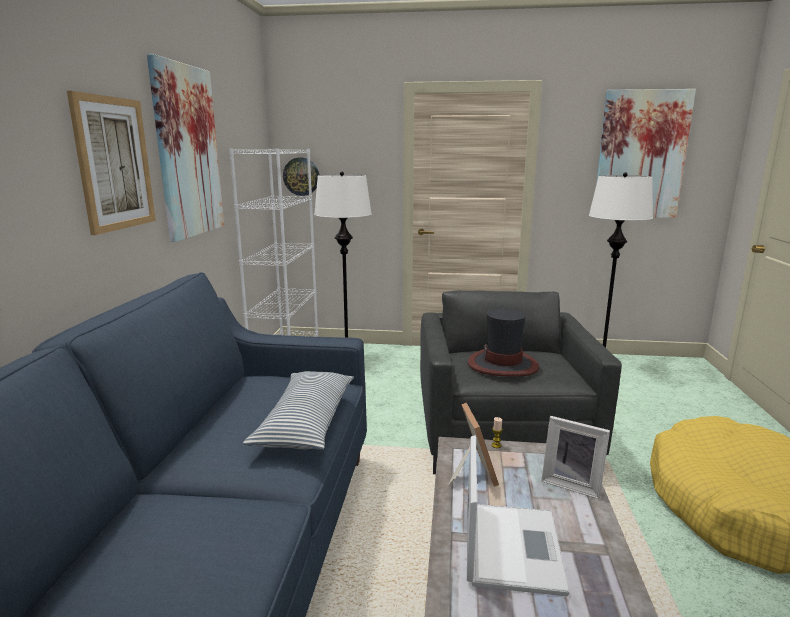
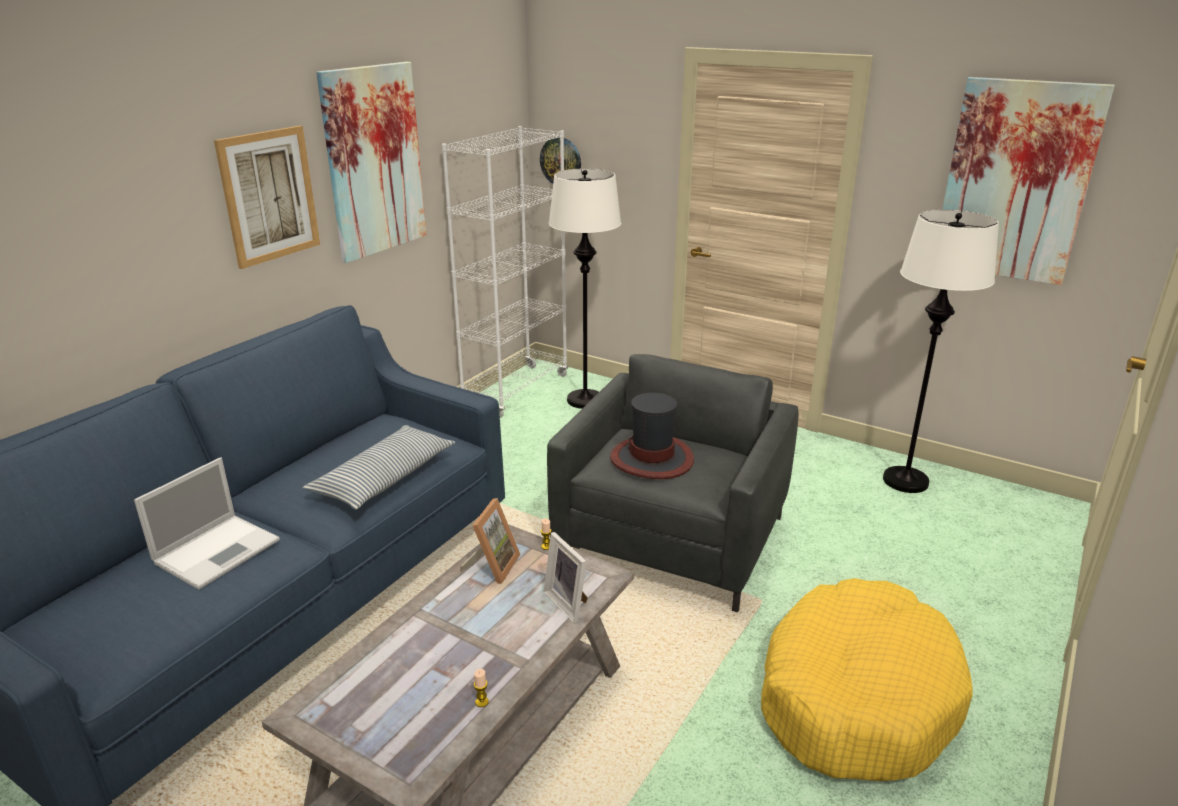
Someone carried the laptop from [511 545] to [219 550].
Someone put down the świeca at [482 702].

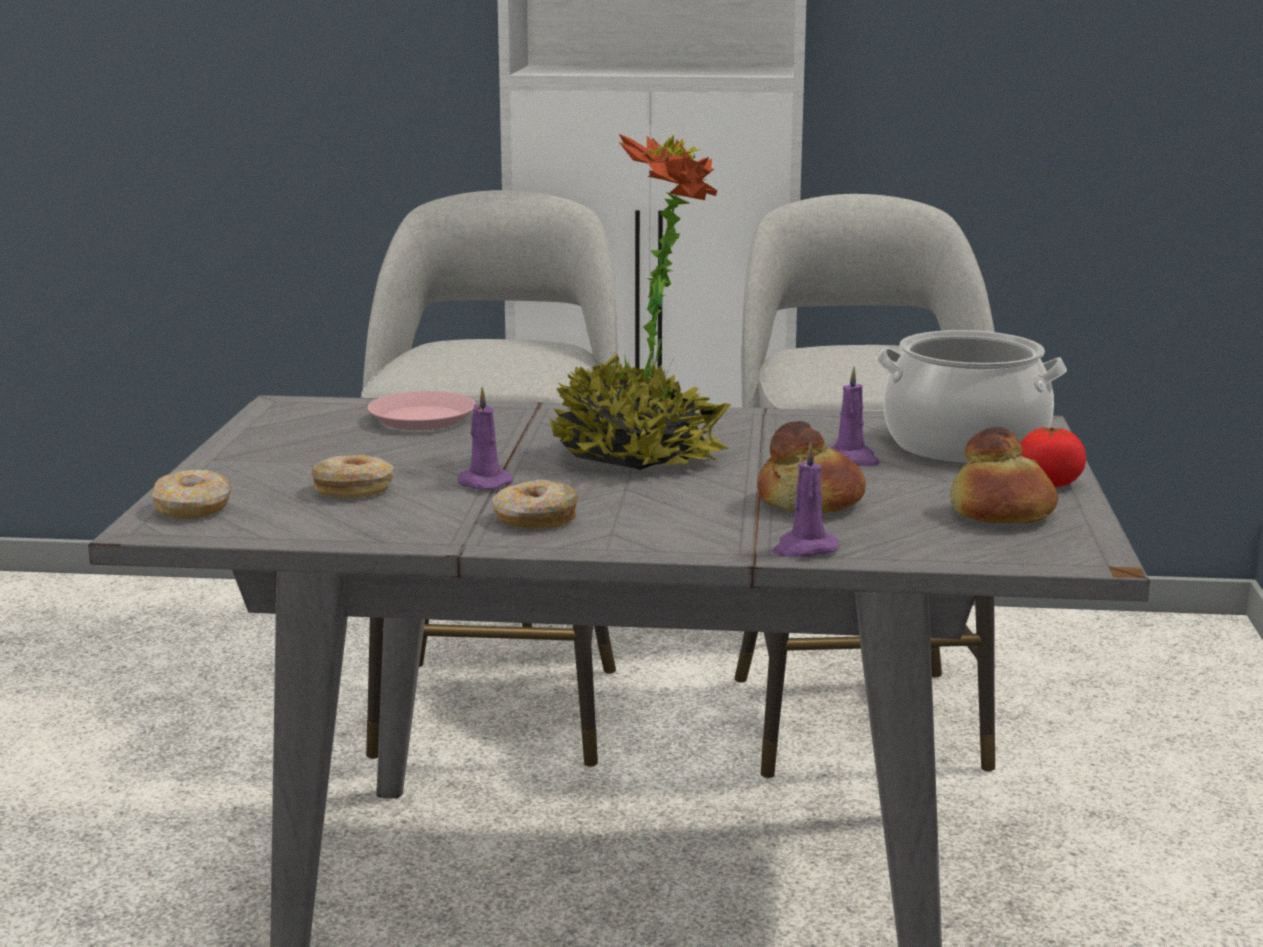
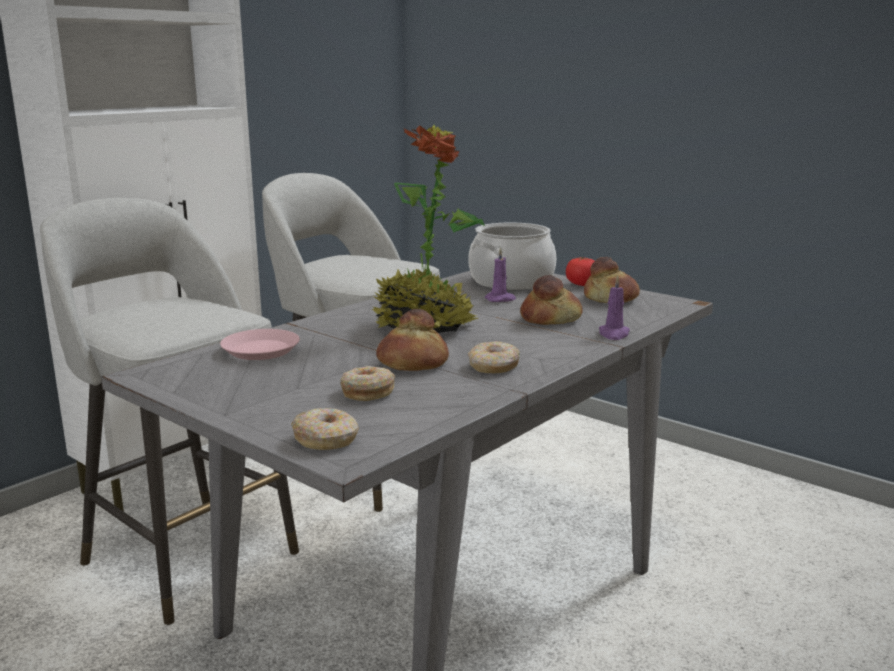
Someone swapped the świeca (fioletowy) at [482 483] for the chleb at [412 363].

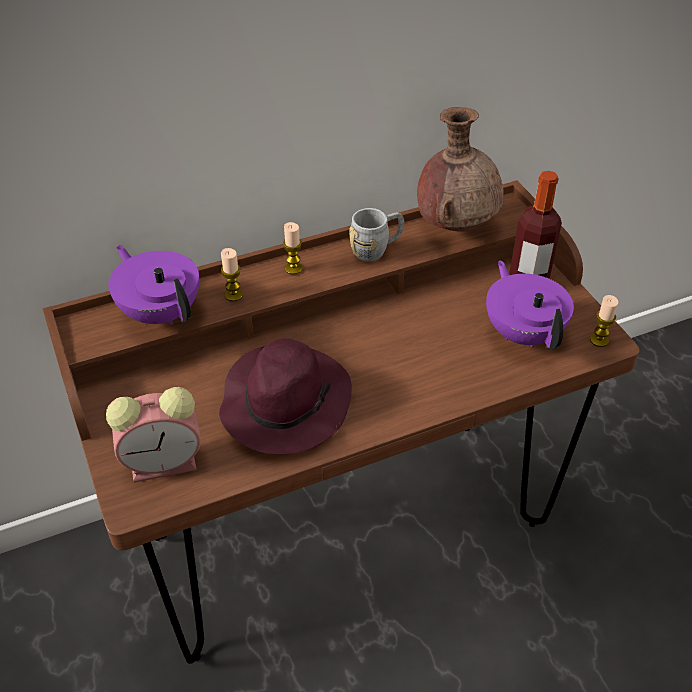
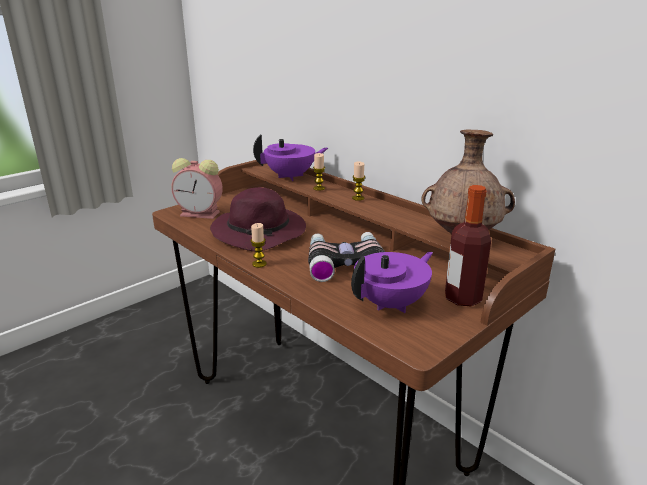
Someone rotated the budzik at [166 462] by 45 degrees counterclockwise.
Someone rotated the imbryk (fioletowy) at [161 312] by 45 degrees clockwise.
Someone took away the kubek (szary) at [376 249].
Someone carried the świeca from [599 340] to [259 264].
Someone put down the lornetka at [345 263].

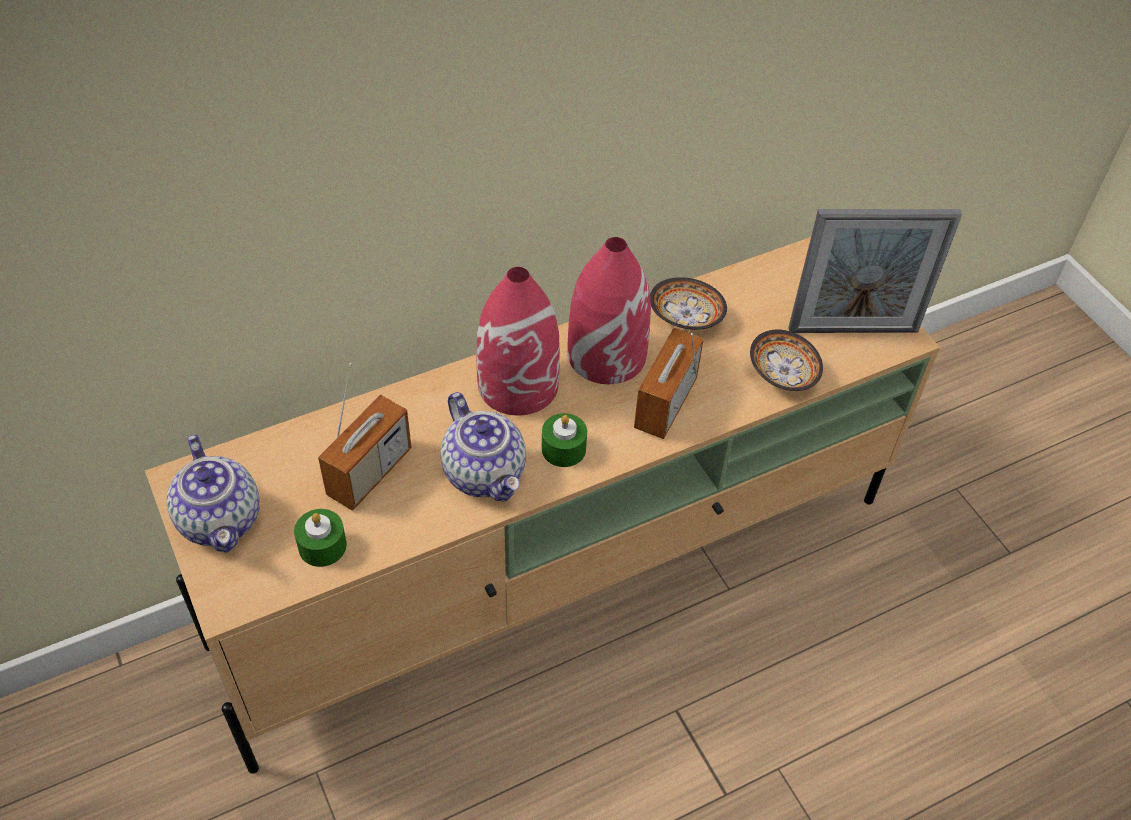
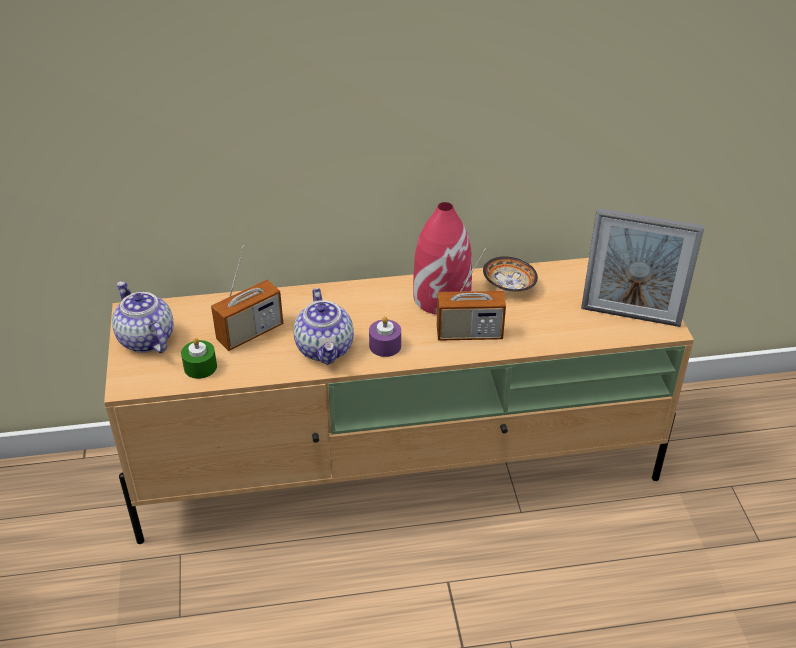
Someone rotated the imbryk at [221 520] by 150 degrees clockwise.
Someone took away the wazon (czerwony) at [518 384].
Someone repainted the świeca (zielony) at [563 449], which became the świeca (fioletowy) at [385 345].
Someone rotated the radio at [665 403] by 135 degrees counterclockwise.
Someone took away the miska at [782 374].

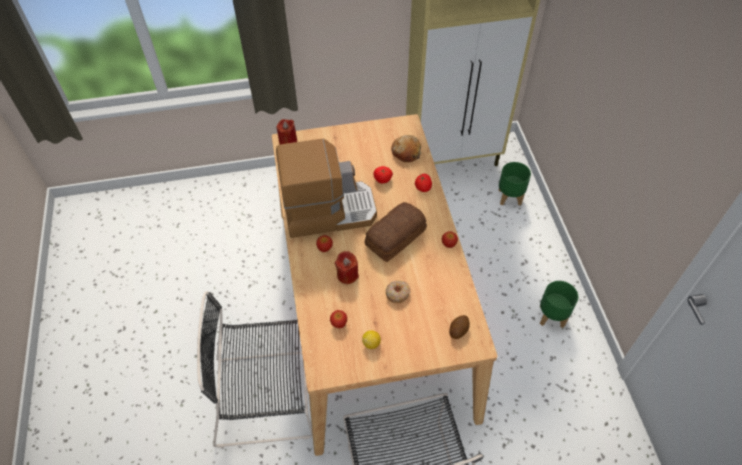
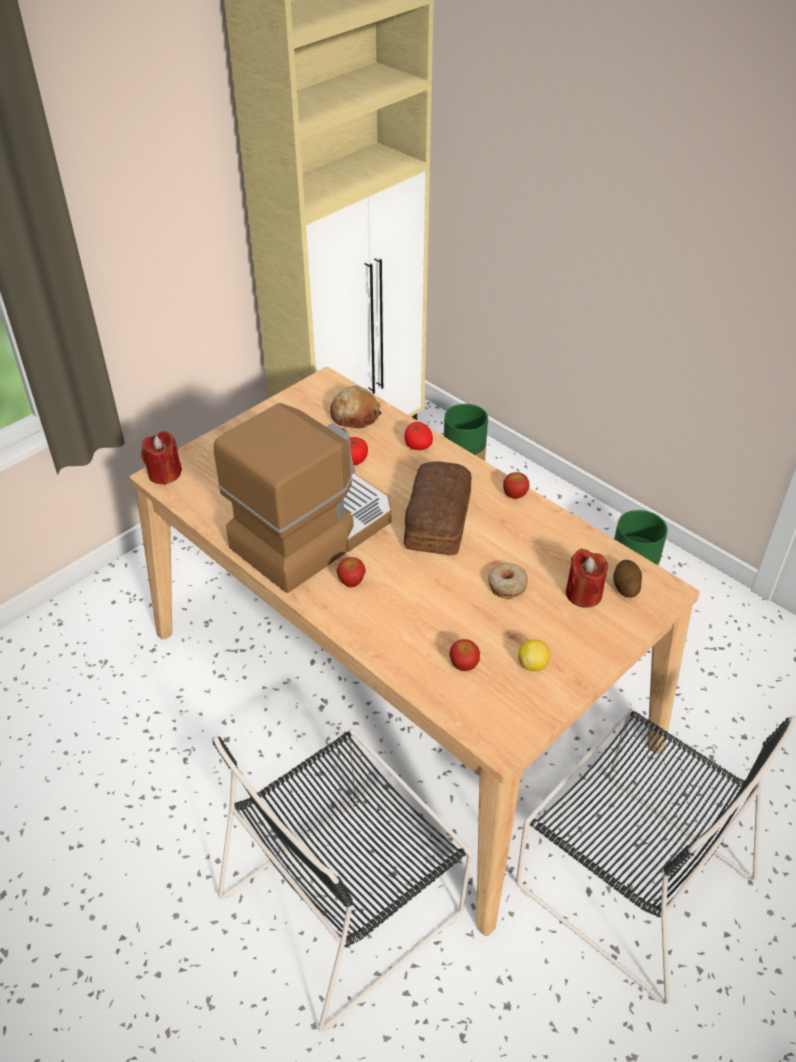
Someone carried the świeca (czerwony) from [347 275] to [583 594].

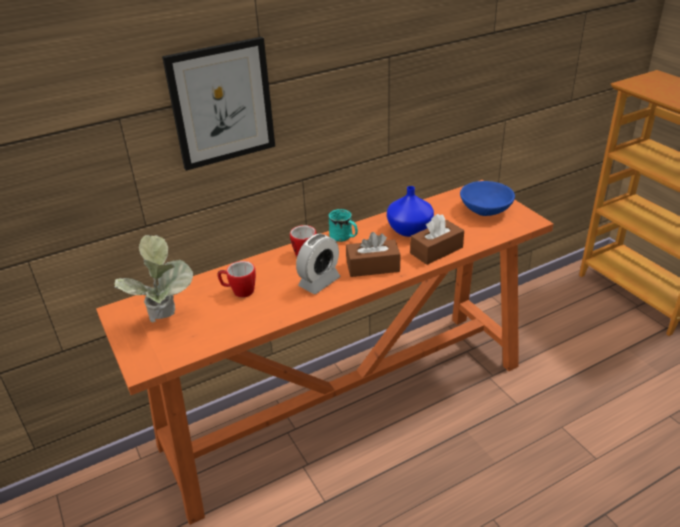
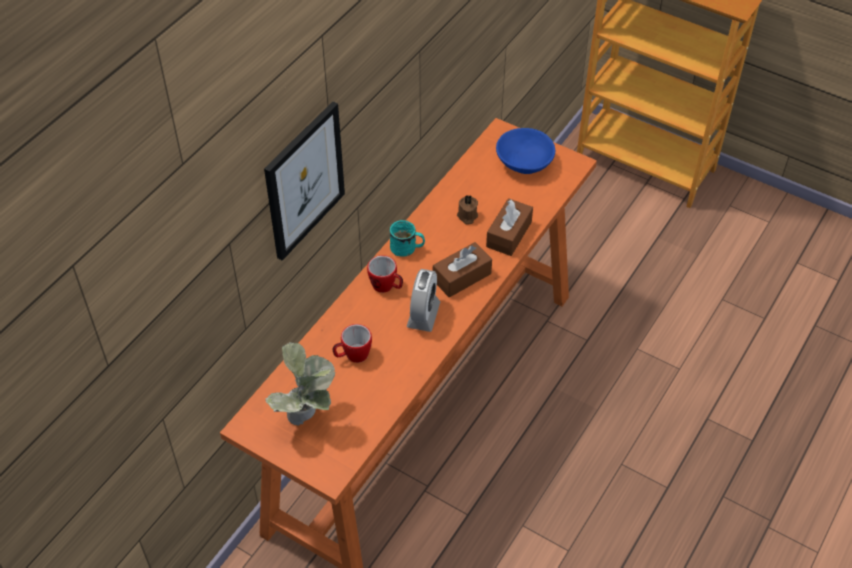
Someone swapped the wazon (niebieski) at [409 230] for the świeca (brązowy) at [467 216].

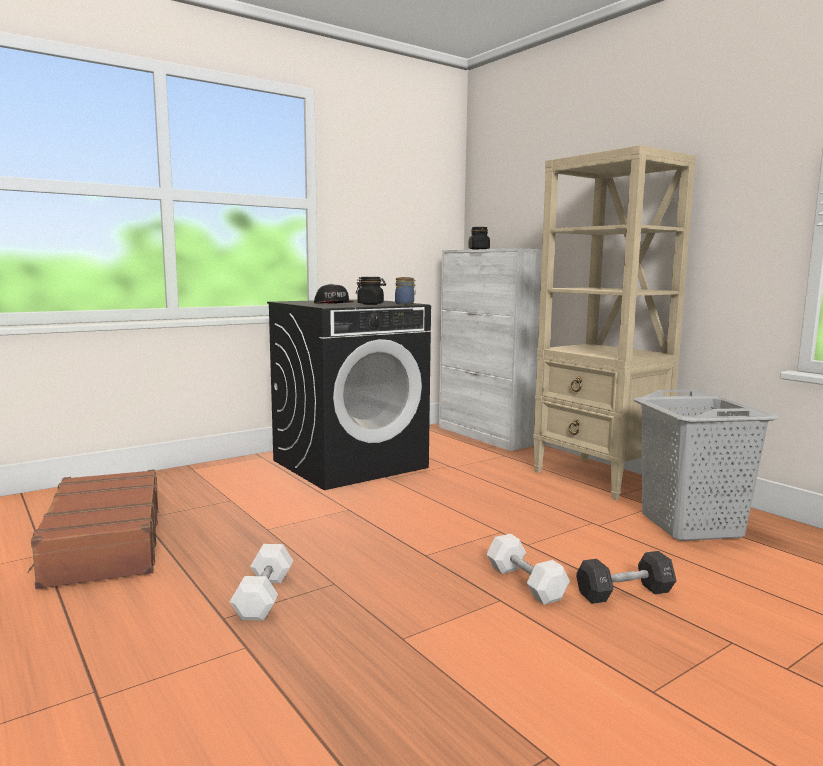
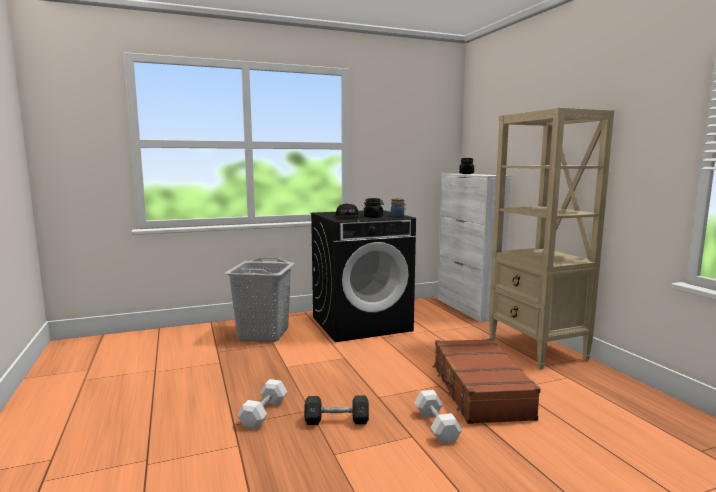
Someone carried the walizka (brązowy) from [103 544] to [479 391].
Someone carried the hantel (czarny) from [624 593] to [336 421].
Someone carried the kosz na pranie (szary) from [691 525] to [264 334].

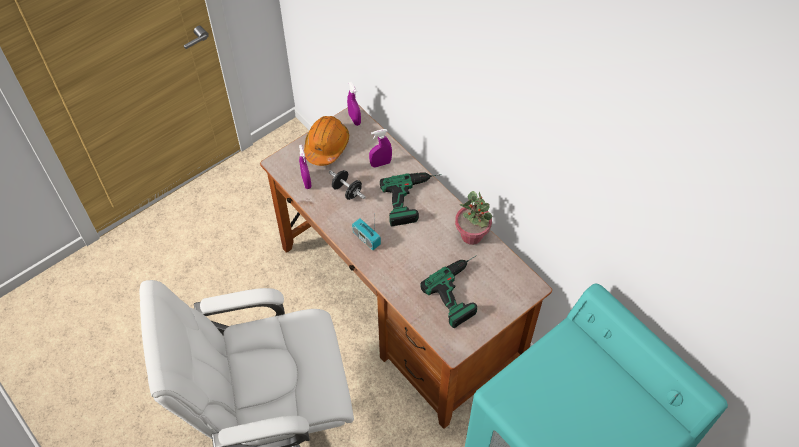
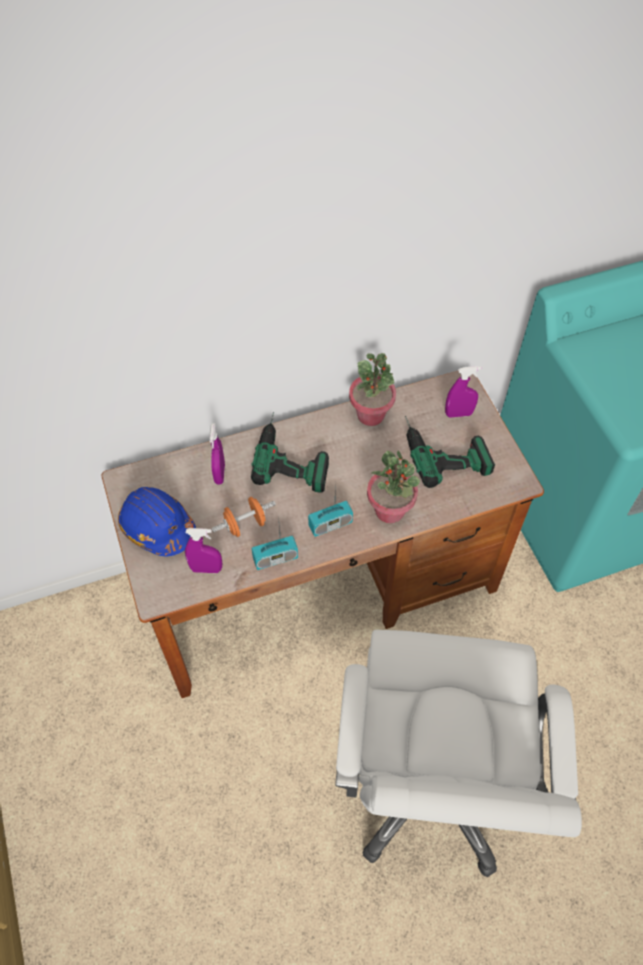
Someone repainted the kask (pomarańczowy) at [326 146], which became the kask (niebieski) at [157 527].
Someone repainted the hantel (czarny) at [347 191], which became the hantel (pomarańczowy) at [245 524].
Someone carried the spryskiwacz (fioletowy) from [354 119] to [458 414].
Someone put down the radio at [275 558].
Someone put down the roślina doniczkowa at [390 510].

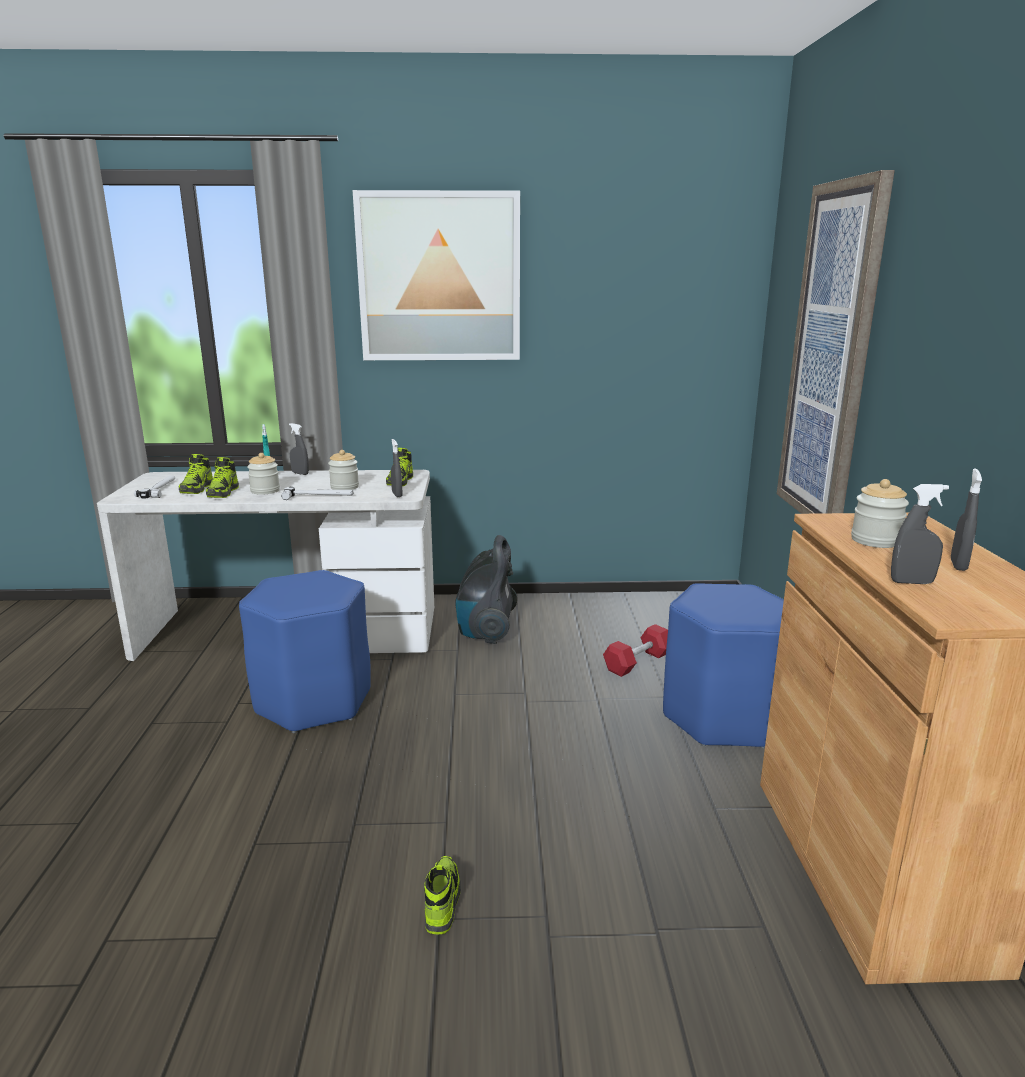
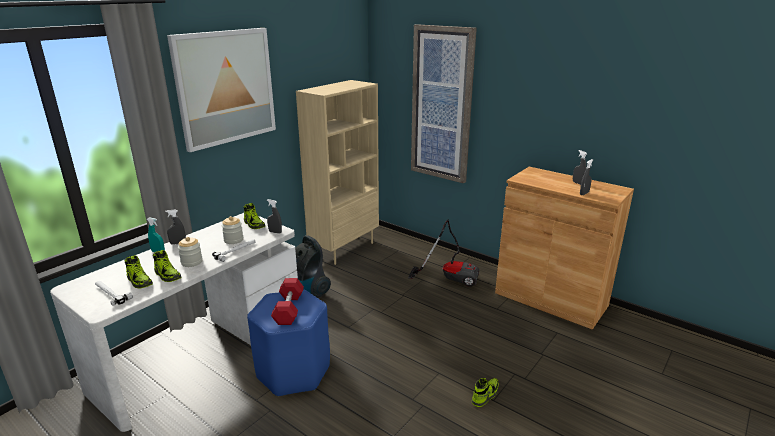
Someone rotated the but at [441 902] by 90 degrees clockwise.
Someone carried the hantel (czerwony) from [637 662] to [289 309].
Someone swapped the stołek (niebieski) at [722 718] for the odkurzacz at [450 277].
Someone took away the słoik at [875 540].
Someone put down the regał (beżowy) at [344 249].

